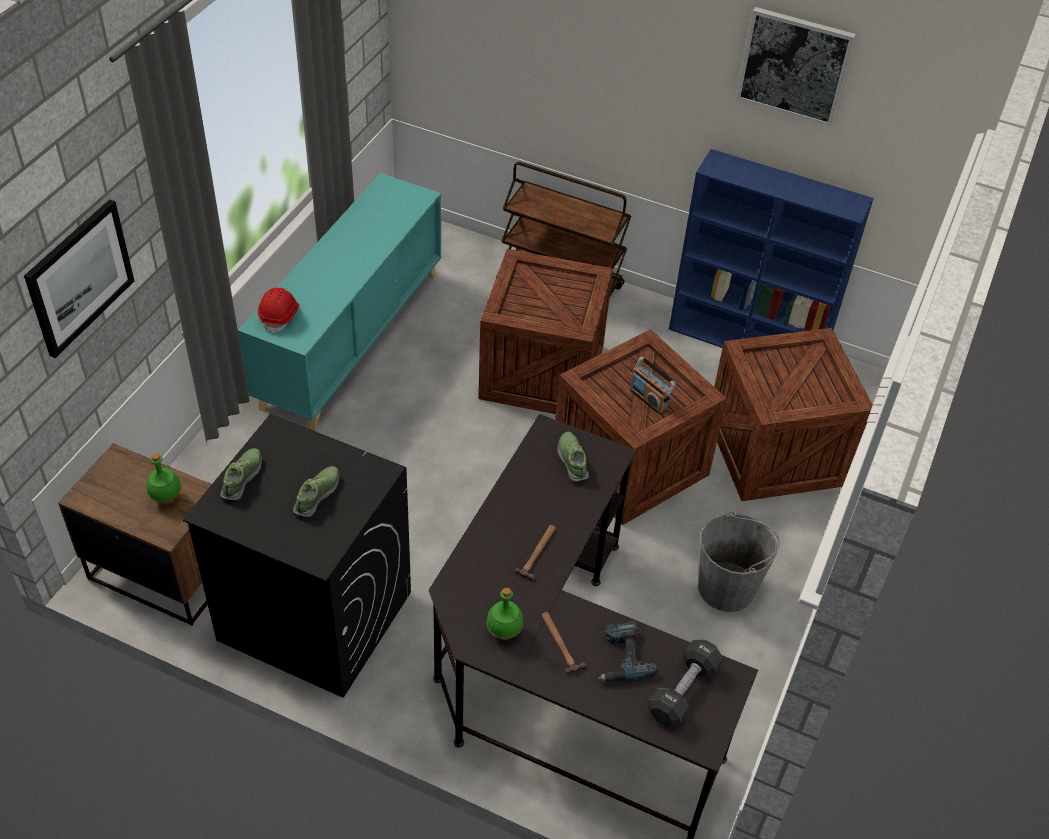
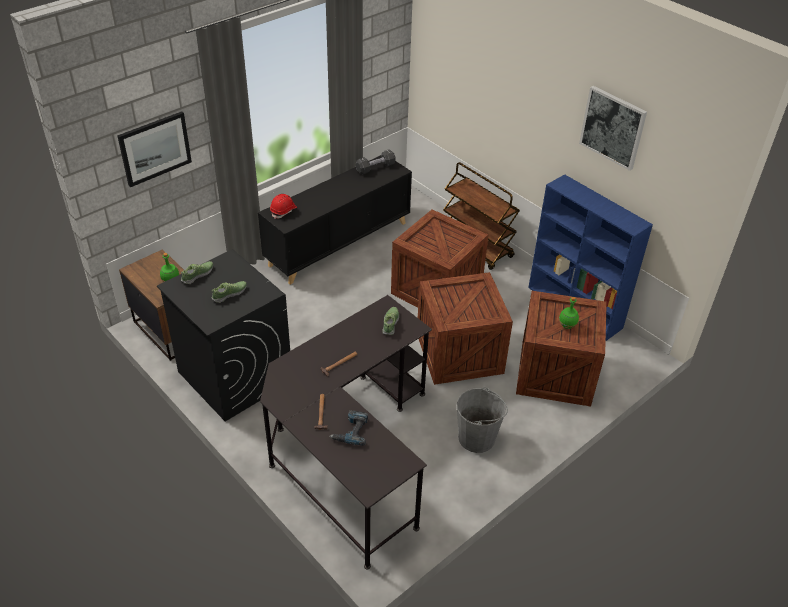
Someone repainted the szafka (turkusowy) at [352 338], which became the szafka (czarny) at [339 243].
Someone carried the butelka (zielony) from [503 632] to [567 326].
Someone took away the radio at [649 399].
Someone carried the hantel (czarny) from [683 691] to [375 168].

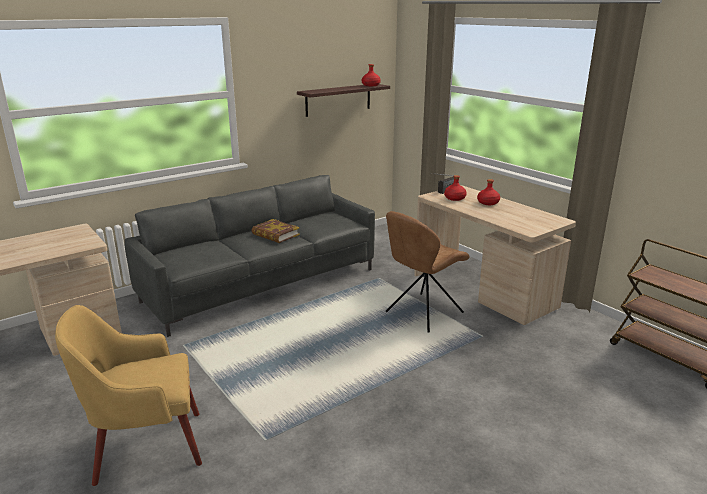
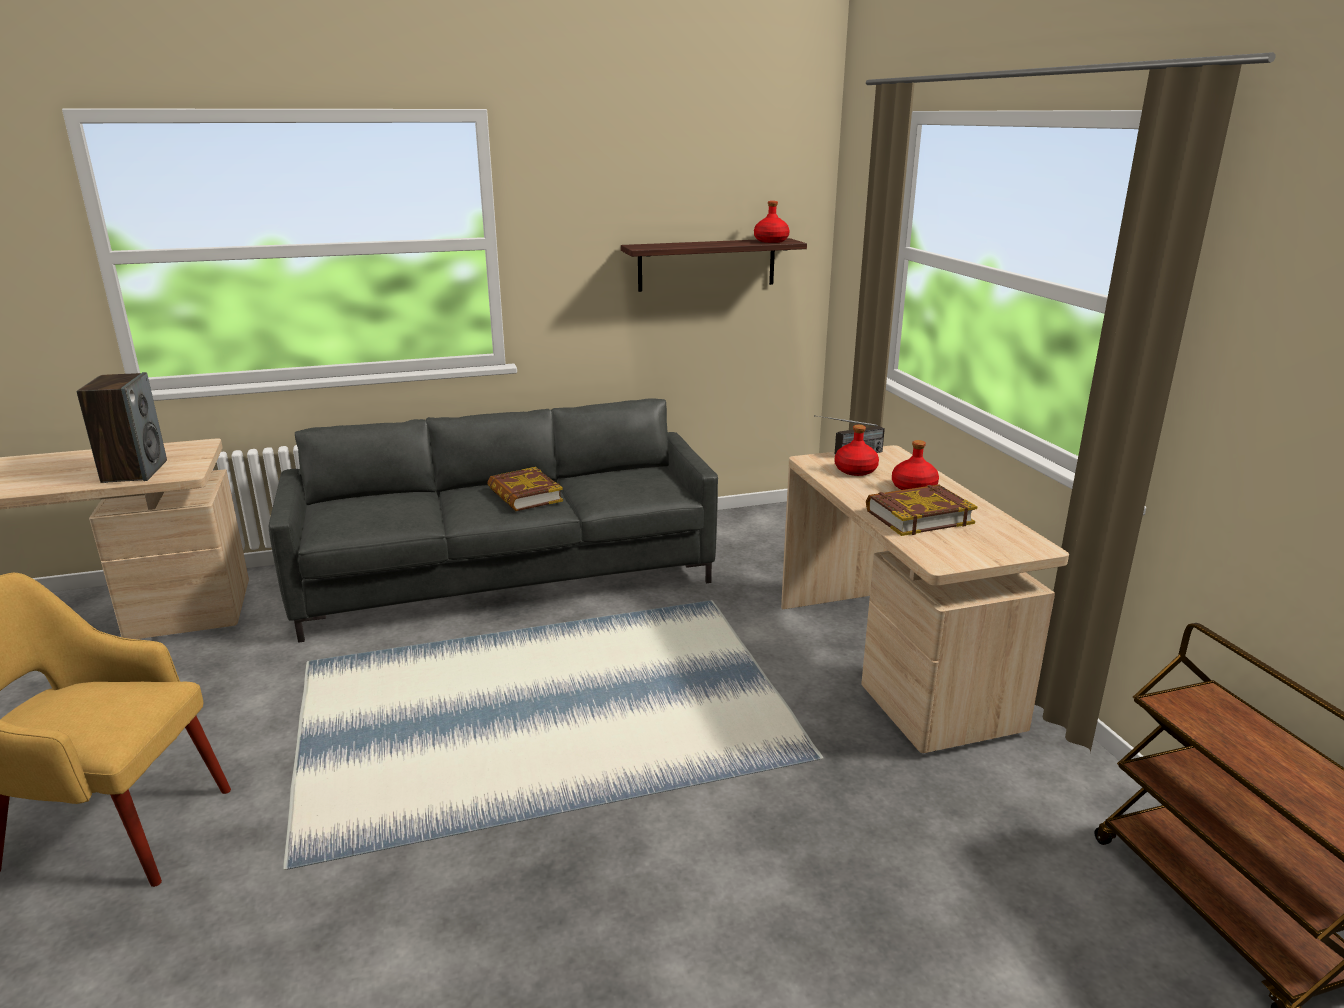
Someone took away the krzesło (brązowy) at [422 313].
Someone put down the głośnik at [134 471].
Someone put down the książka at [918 516].

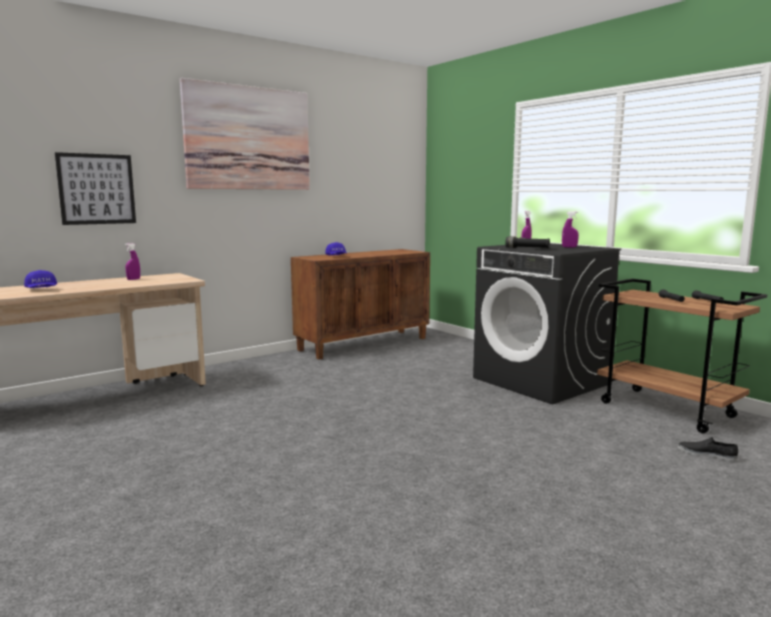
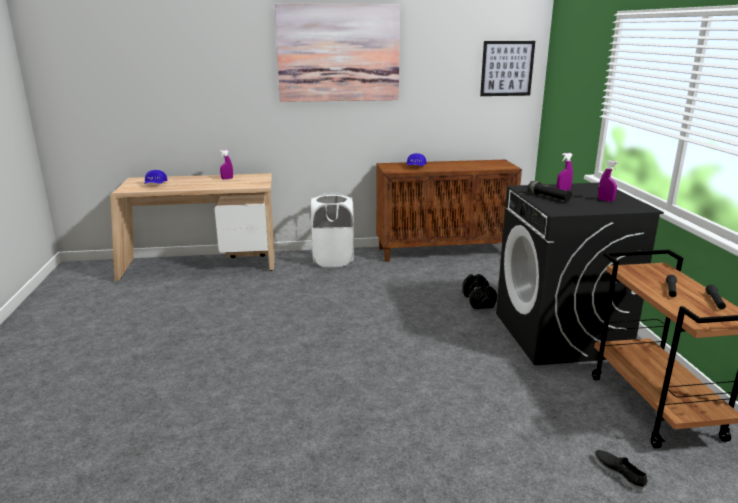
Someone carried the obraz from [97 189] to [507 68].
Someone put down the kosz na pranie (biały) at [333 260].
Someone put down the hantel (czarny) at [478 301].

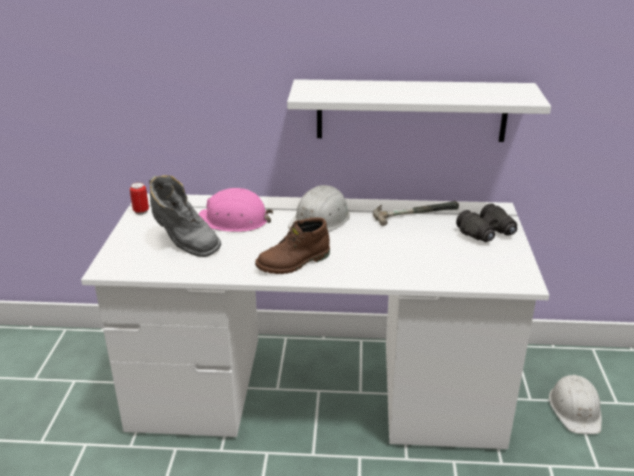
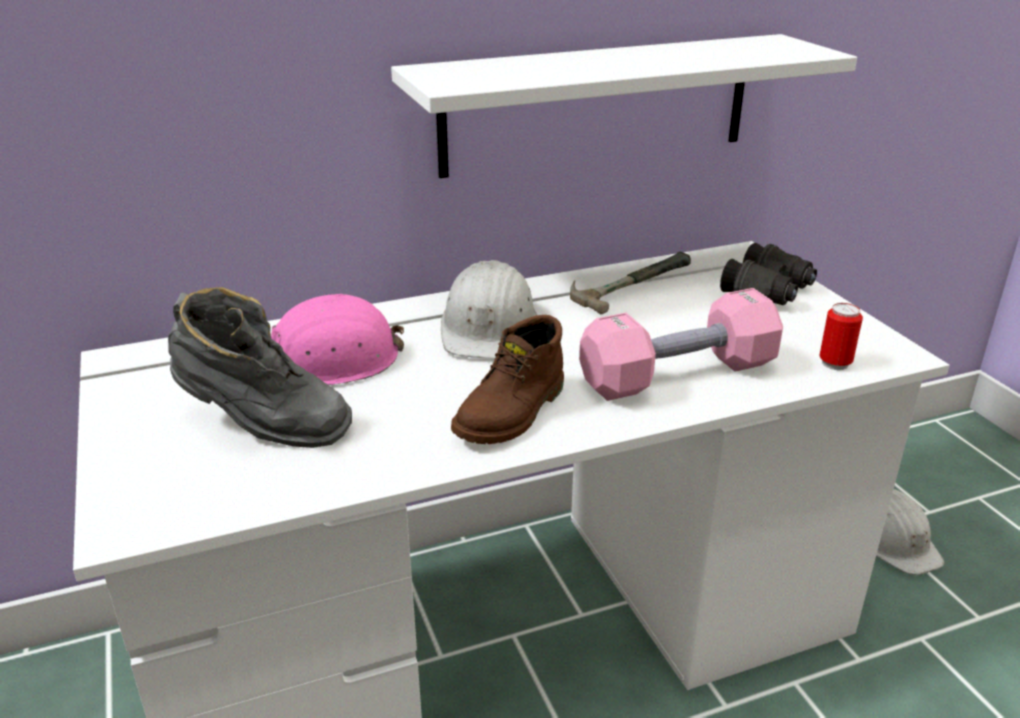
Someone carried the puszka from [141 211] to [835 363].
Someone put down the hantel (różowy) at [678 375].

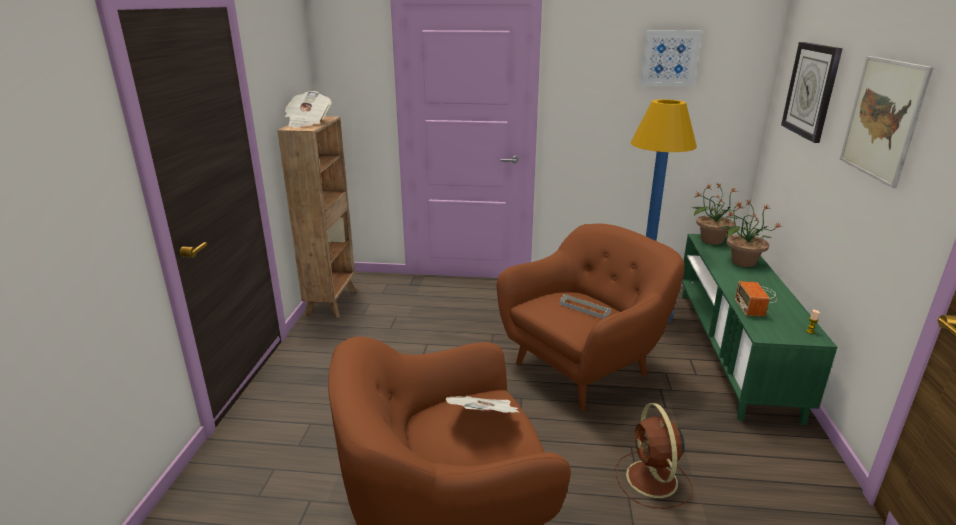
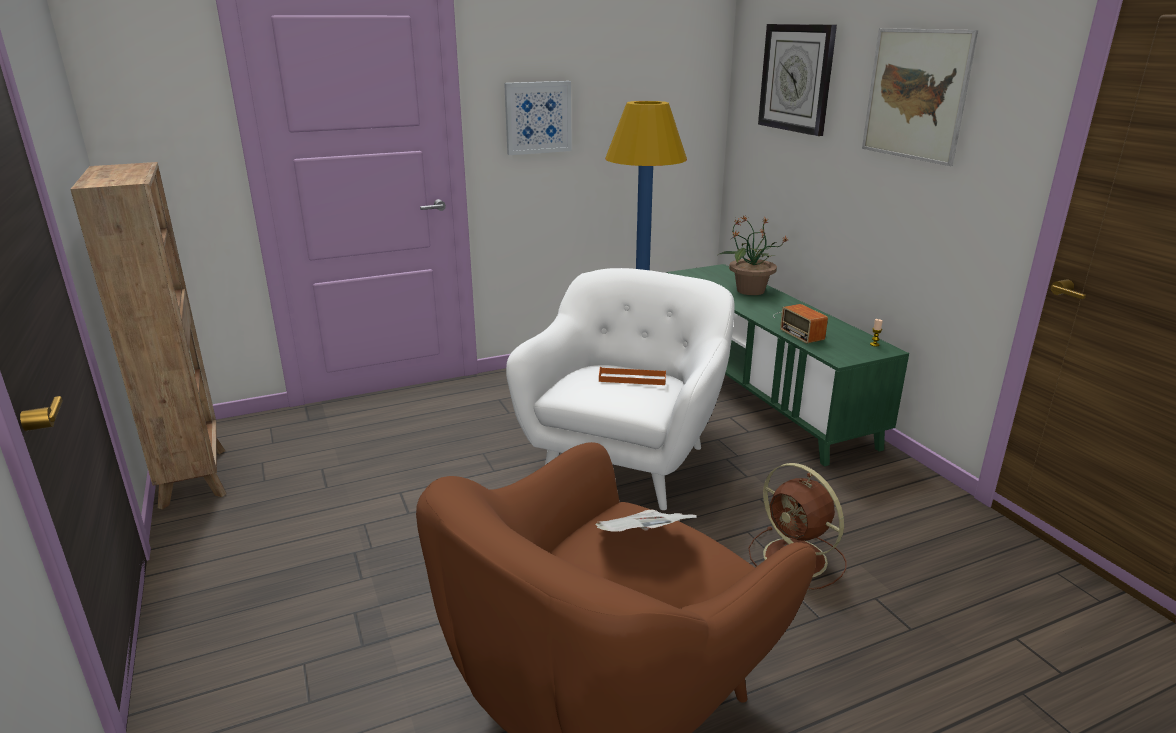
Someone took away the gazeta at [307 123].
Someone repainted the fotel (brązowy) at [583 367], which became the fotel (biały) at [627 460].
Someone repainted the taca (szary) at [584 308], which became the taca (pomarańczowy) at [632 379].
Someone carried the obraz from [669 58] to [538 117].
Someone took away the roślina doniczkowa at [711 240].

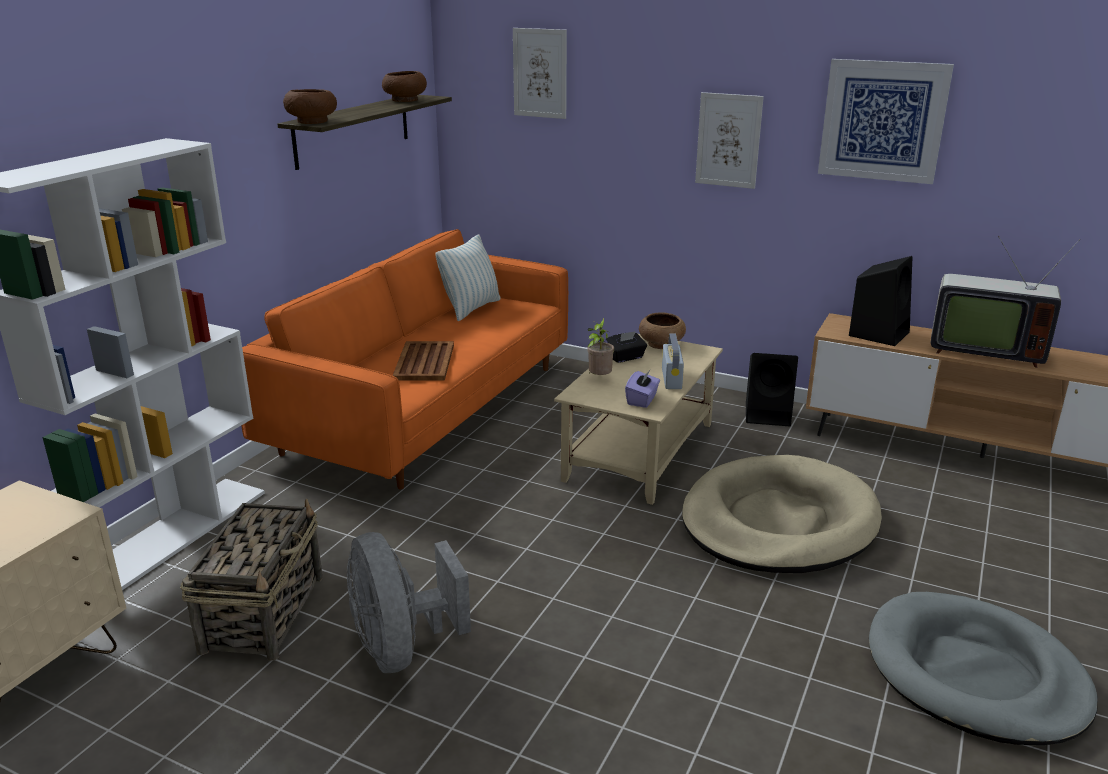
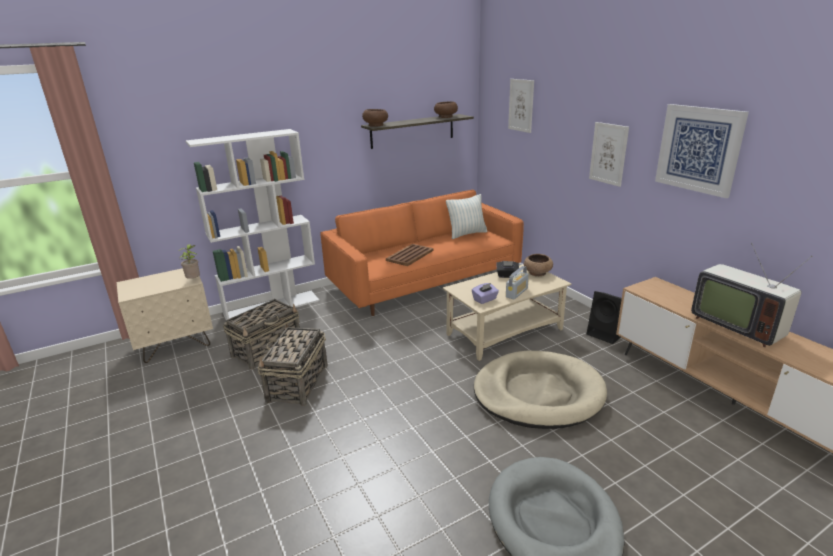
Someone swapped the wentylator (szary) at [401 648] for the koszyk at [297 384].
Someone carried the roślina doniczkowa from [599 378] to [194 280].
Someone took away the głośnik (czarny) at [879 333].

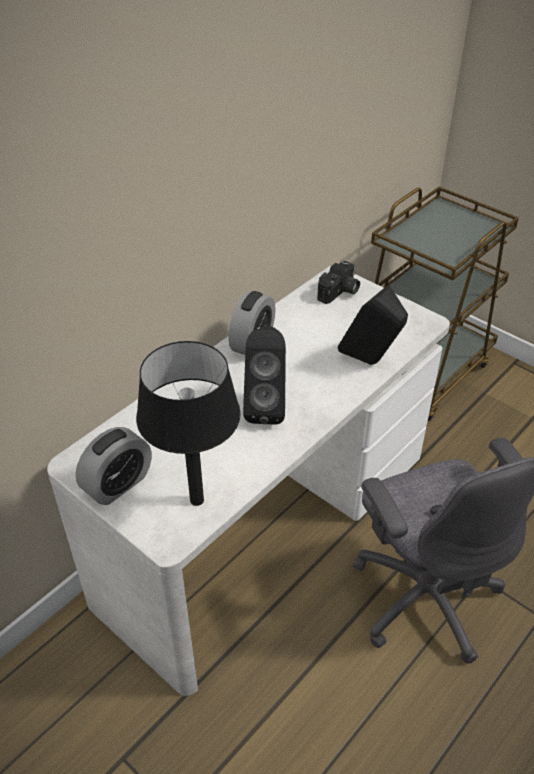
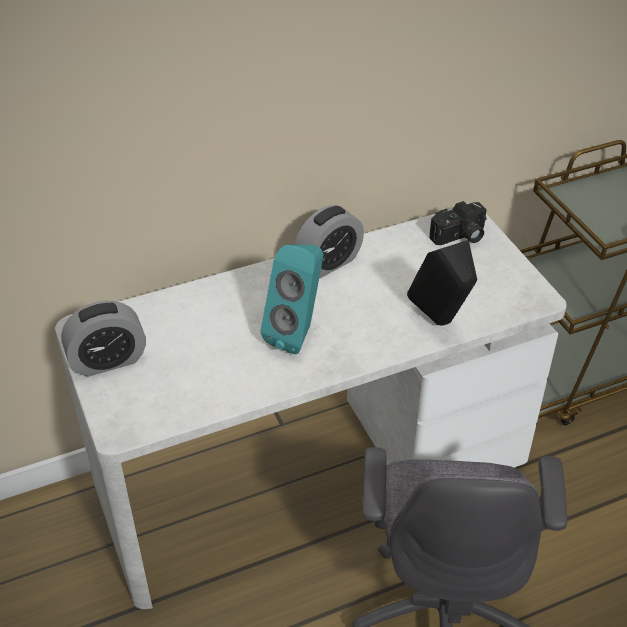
Someone took away the lampa stołowa (czarny) at [196 500].
Someone repainted the głośnik (czarny) at [266 407], which became the głośnik (turkusowy) at [297 333].

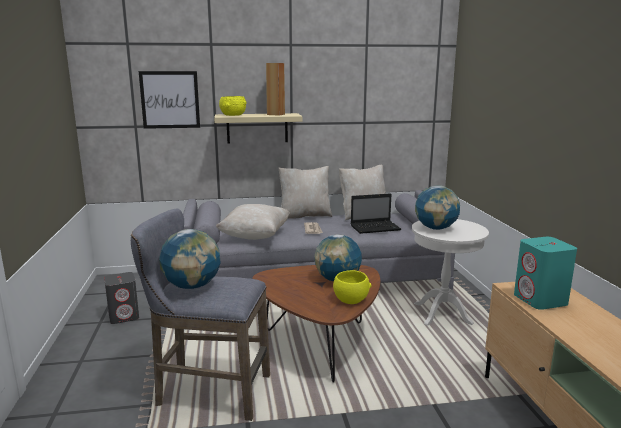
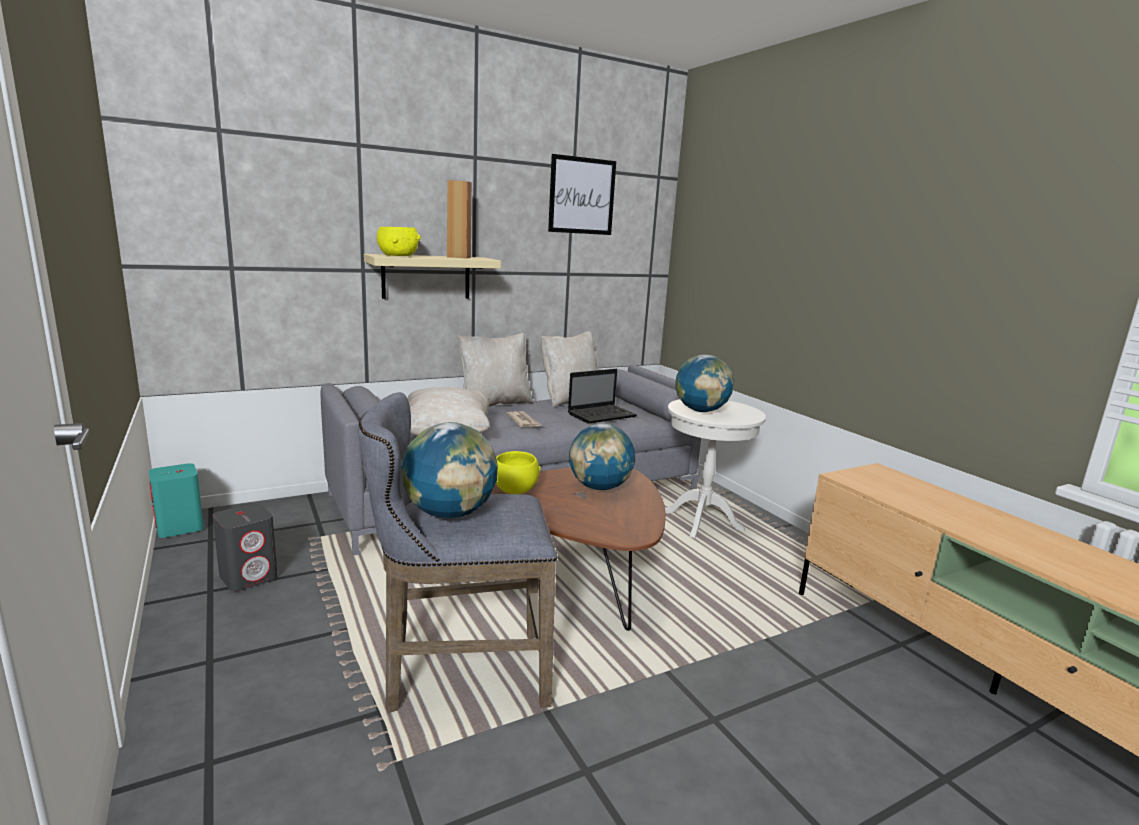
Someone carried the obraz from [170 100] to [582 196].
Someone carried the miska (żółty) from [351 299] to [515 489].
Someone carried the głośnik (turkusowy) from [540 300] to [180 527].

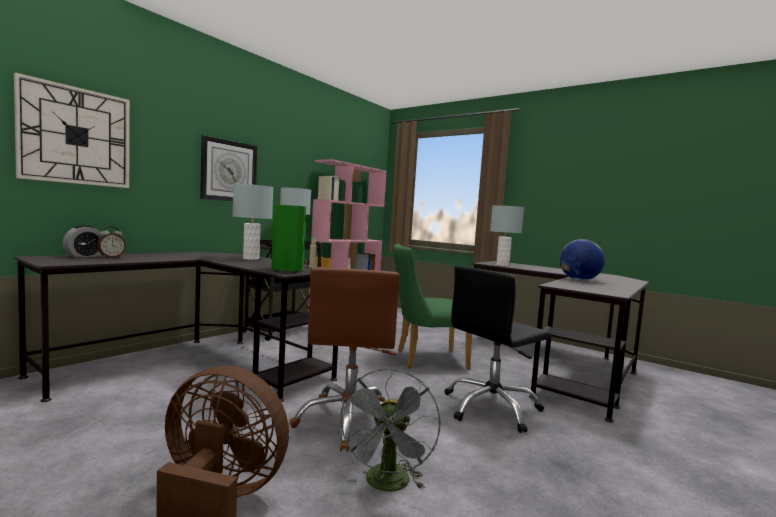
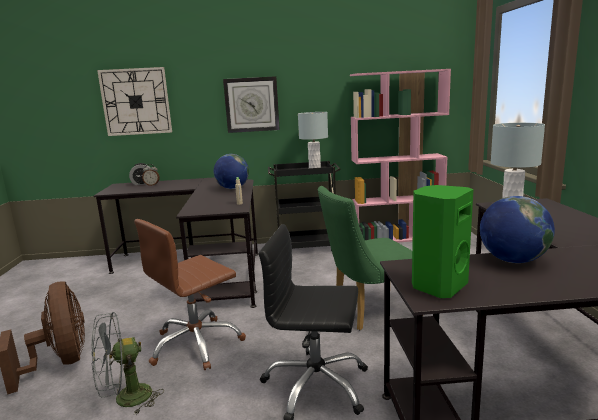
Someone swapped the lampa stołowa (szary) at [251 259] for the globus at [232 188].
Someone carried the głośnik (zielony) from [287 270] to [437 286].
Someone rotated the krzesło (zielony) at [425 359] by 60 degrees counterclockwise.

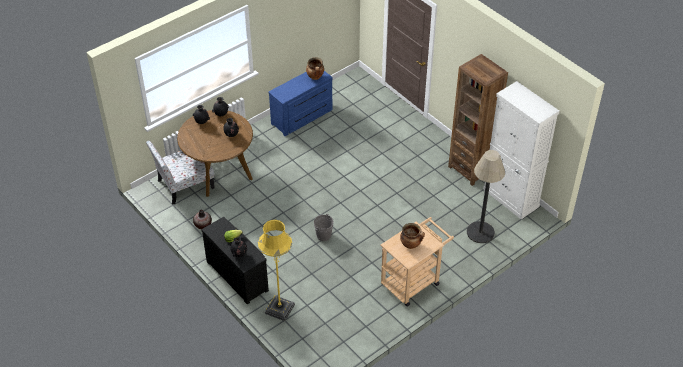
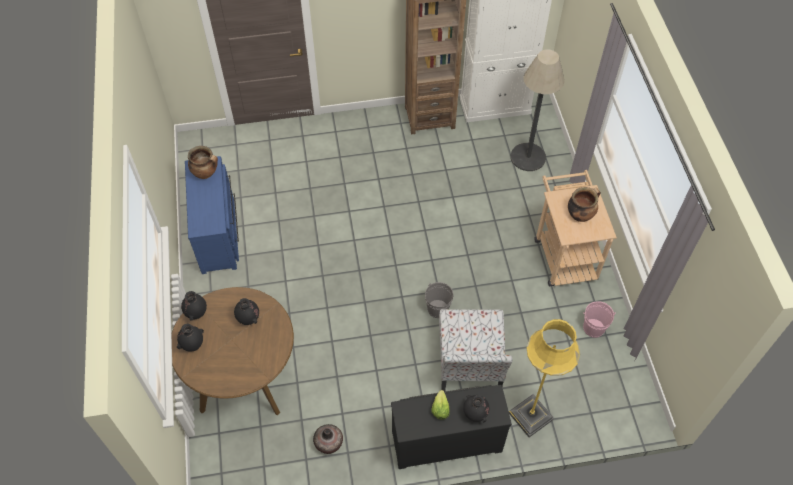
Someone carried the krzesło from [184 185] to [469 363].
Someone put down the wiadro (różowy) at [593 328].

